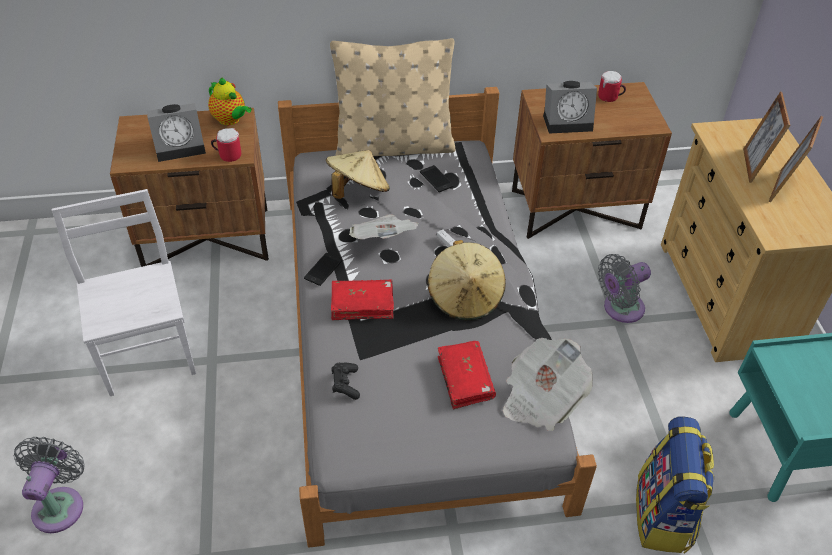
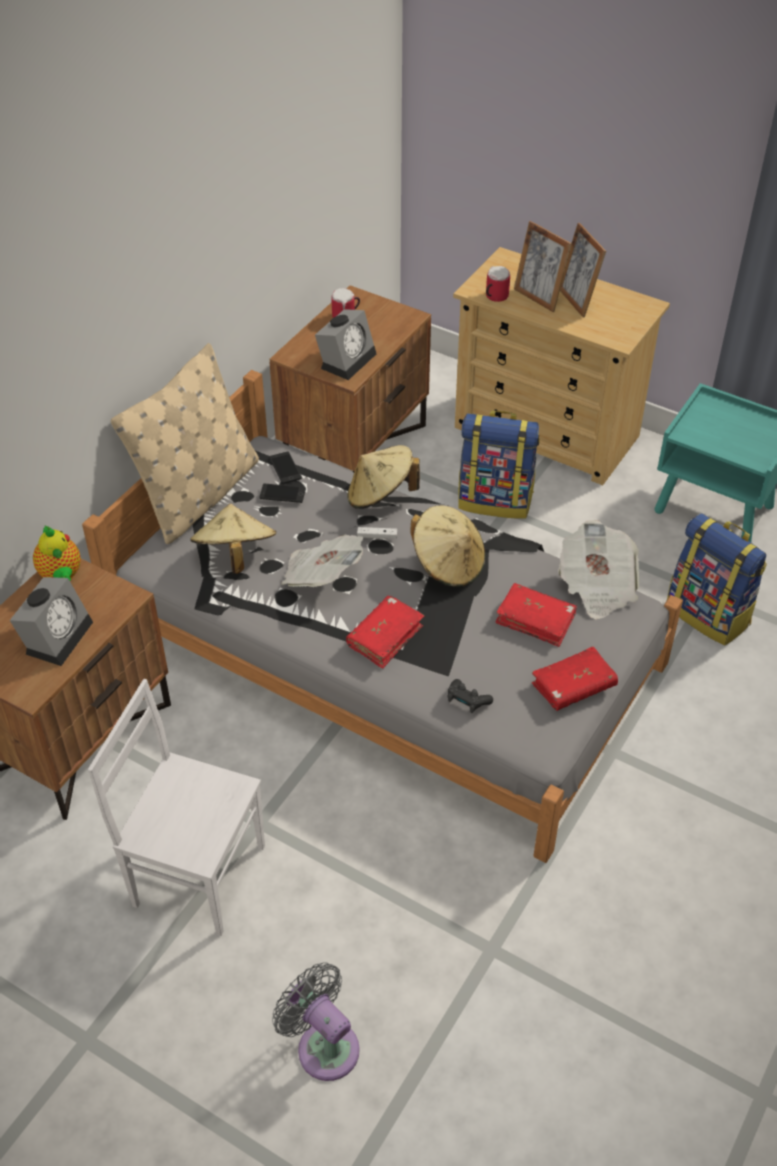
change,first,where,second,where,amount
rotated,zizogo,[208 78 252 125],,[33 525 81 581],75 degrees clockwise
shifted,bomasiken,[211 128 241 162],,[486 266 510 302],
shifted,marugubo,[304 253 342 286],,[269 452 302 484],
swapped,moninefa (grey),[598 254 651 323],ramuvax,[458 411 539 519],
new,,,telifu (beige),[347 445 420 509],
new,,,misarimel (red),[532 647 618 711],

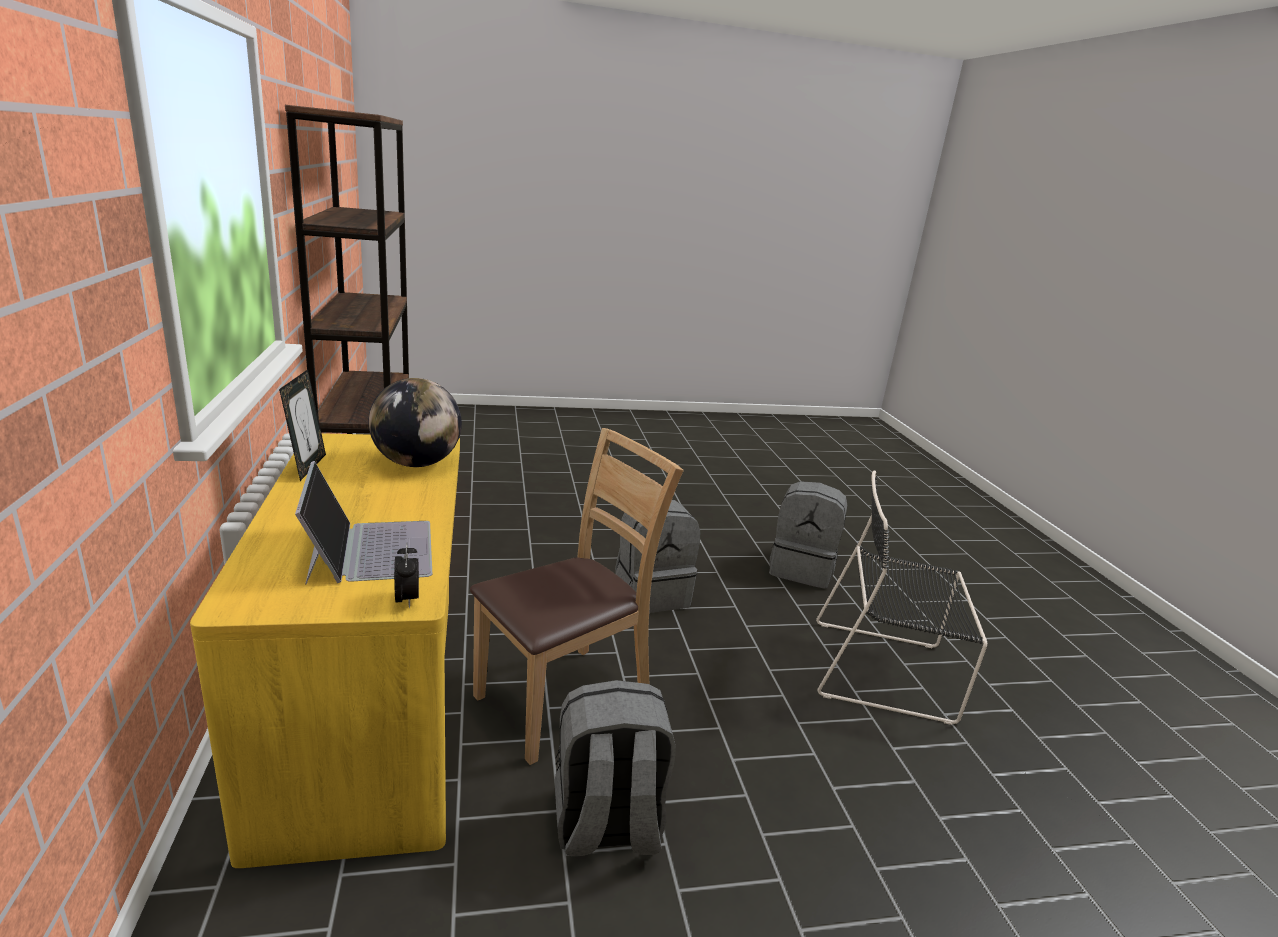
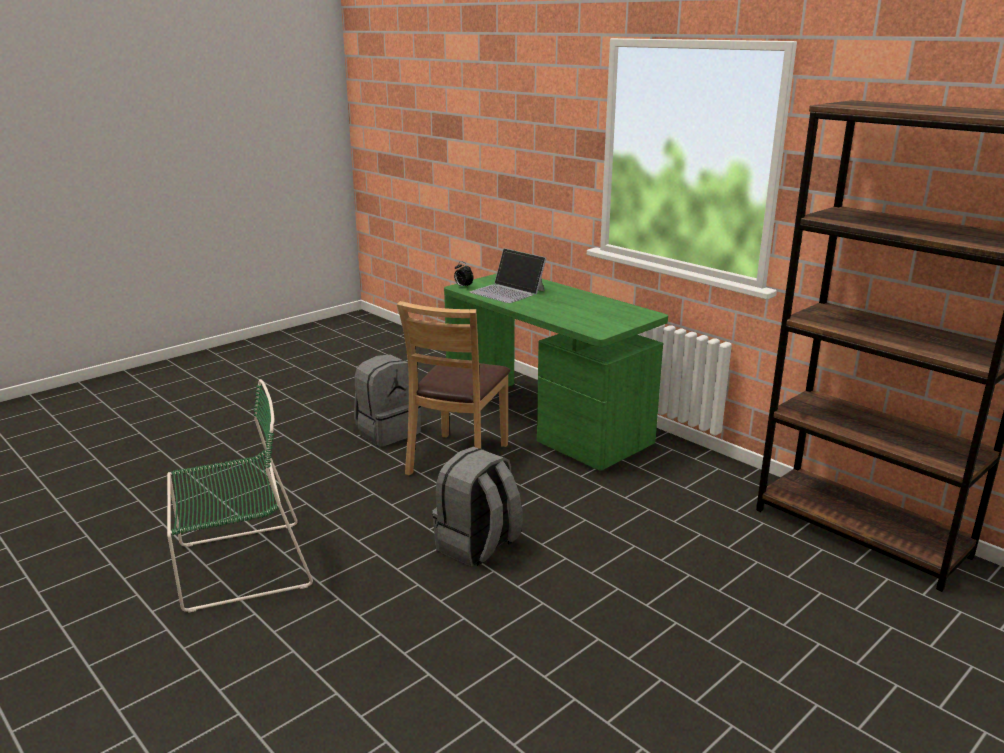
change,first,where,second,where,amount
repainted,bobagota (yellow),[190 433 460 868],bobagota (green),[444 274 668 471],
gone,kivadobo,[279 369 326 481],,,
gone,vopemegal,[368 378 462 467],,,
gone,ramuvax (grey),[769 481 847 589],,,
repainted,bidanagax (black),[816 470 987 725],bidanagax (green),[167 379 313 613],

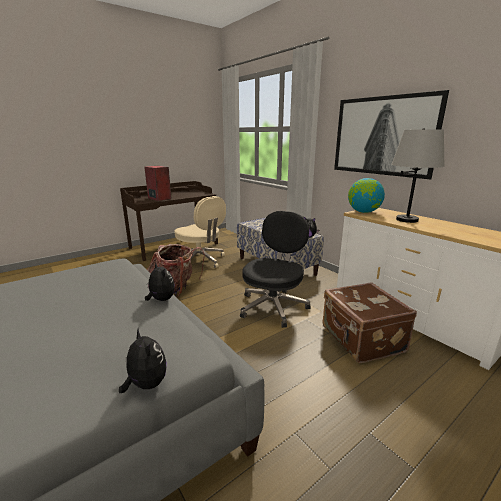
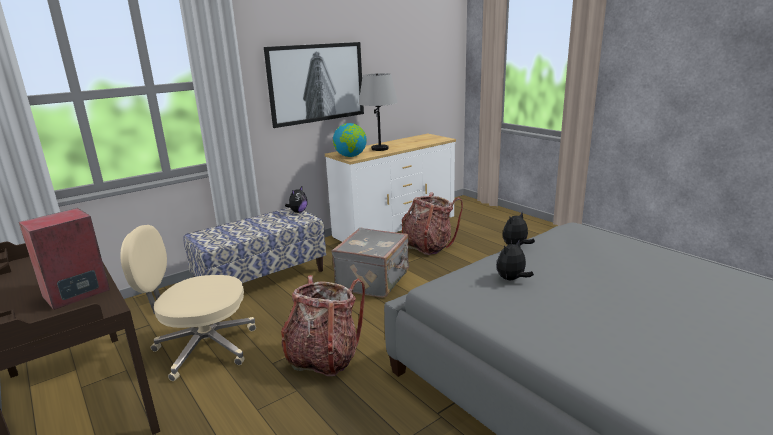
change,first,where,second,where,amount
shifted,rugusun,[119 329 167 393],,[497 240 534 280],
rotated,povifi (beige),[174 196 226 268],,[120 225 256 381],135 degrees counterclockwise
swapped,povifi (black),[240 211 311 328],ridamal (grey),[332 228 409 298],
swapped,ridamal (brown),[323 282 417 363],ramuvax,[401 192 463 255],

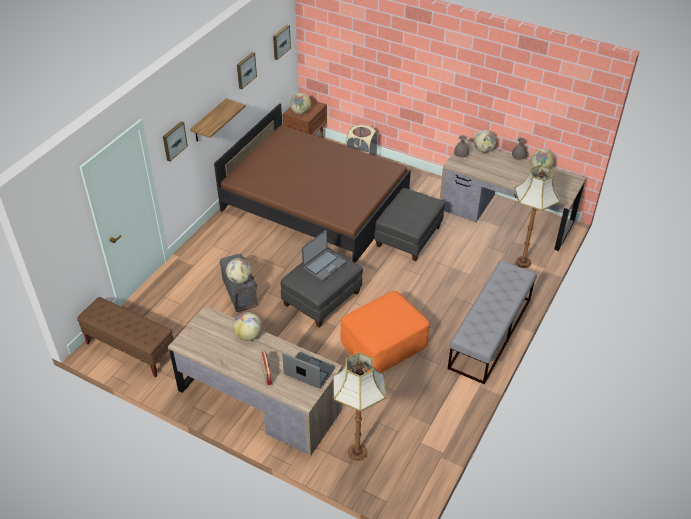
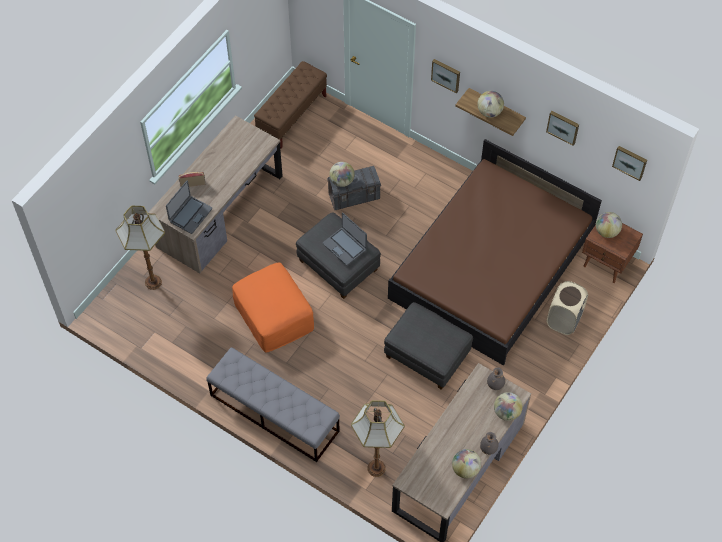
change,first,where,second,where,amount
shifted,vopemegal,[233 312 262 341],,[477 91 504 117],

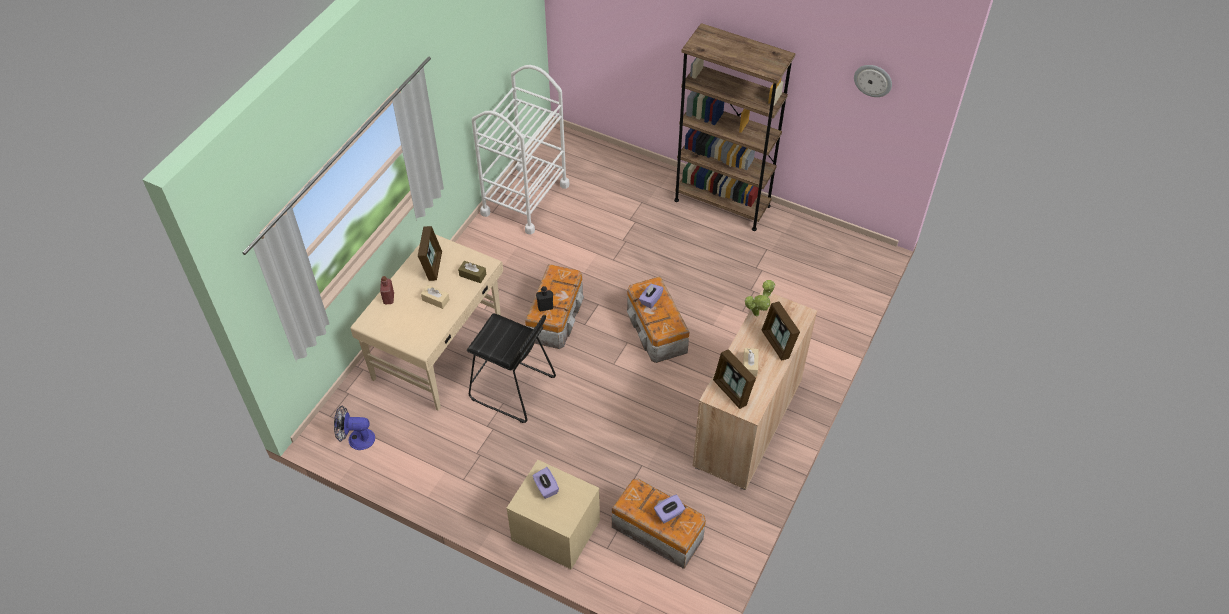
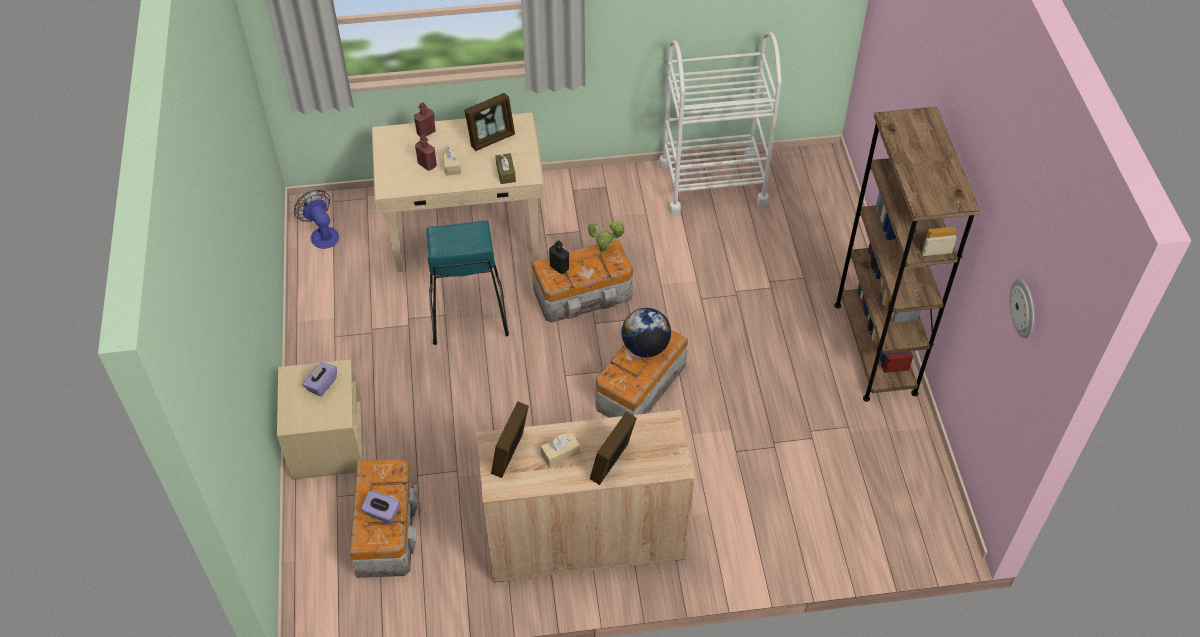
change,first,where,second,where,amount
repainted,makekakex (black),[467 314 556 423],makekakex (turquoise),[426 220 509 345],
swapped,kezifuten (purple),[639 284 664 308],vopemegal,[621 308 671 357],
shifted,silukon,[745 280 775 316],,[588 220 625 253],
new,,,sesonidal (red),[415 135 437 171],

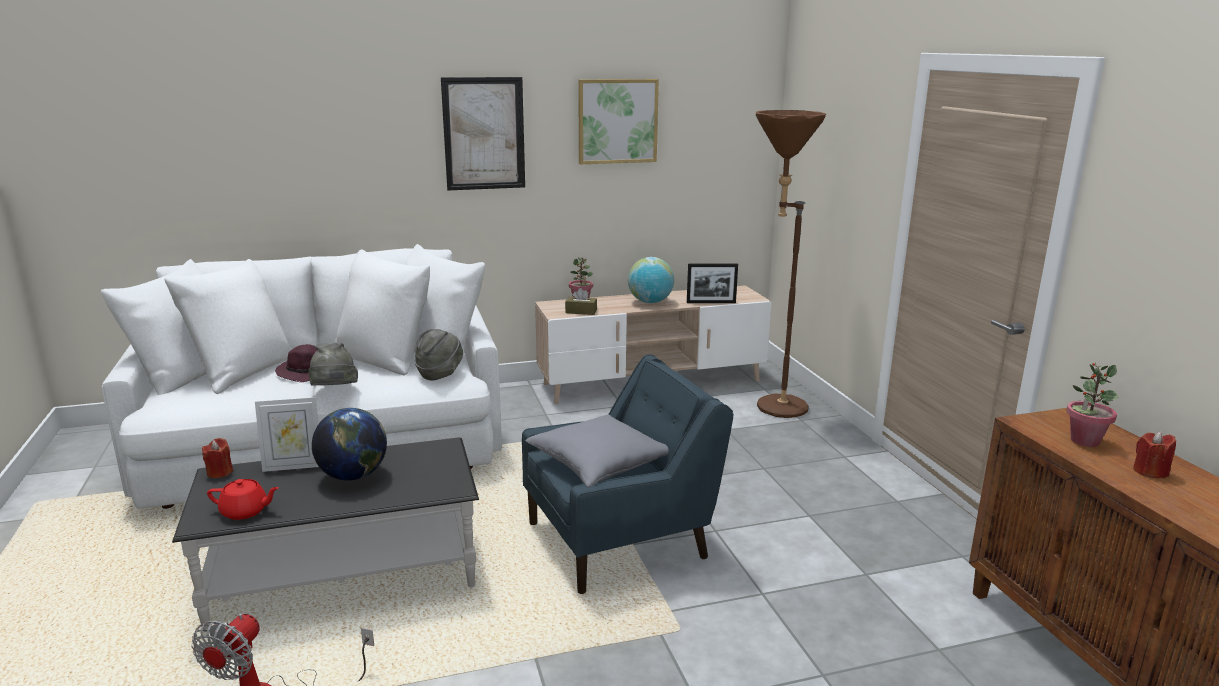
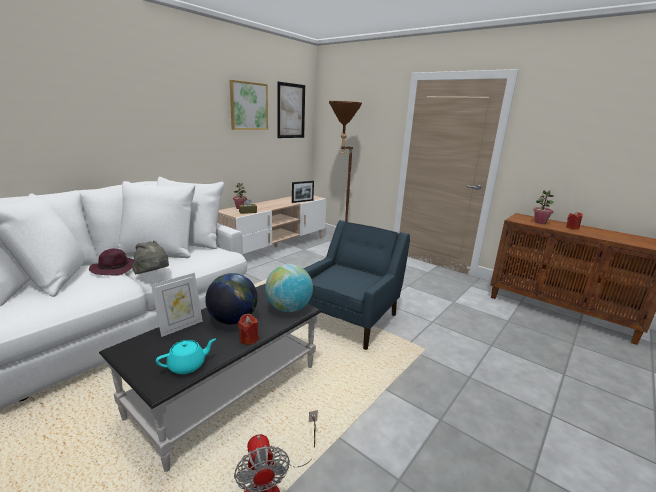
change,first,where,second,where,amount
shifted,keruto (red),[202 438 233 478],,[238 314 259 345],
repainted,zizogo (red),[207 479 279 520],zizogo (turquoise),[156 339 216 374],
gone,telifu (grey),[415 329 463 380],,,
shifted,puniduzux,[441 77 525 190],,[277 82 305 138],
gone,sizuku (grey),[525 415 668 487],,,
shifted,vopemegal,[628 257 674 303],,[265 264 313 312],

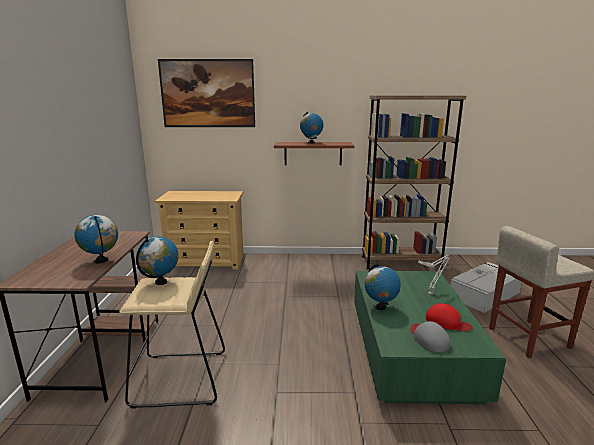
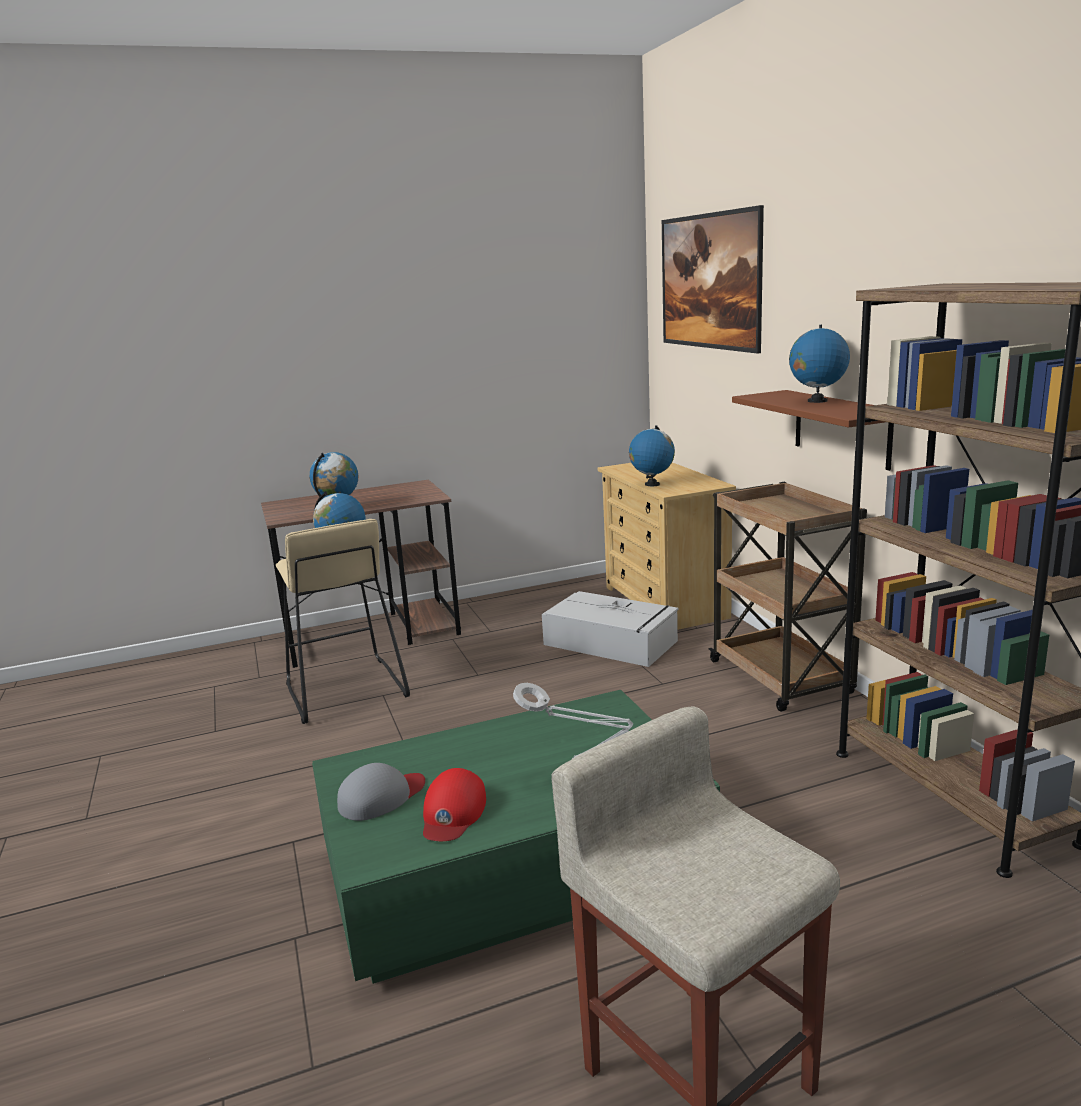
change,first,where,second,where,amount
shifted,vopemegal,[364 264 401 310],,[629 425 675 486],
shifted,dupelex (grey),[450 262 522 313],,[542 591 679 667],
new,,,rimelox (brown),[708 482 867 712],

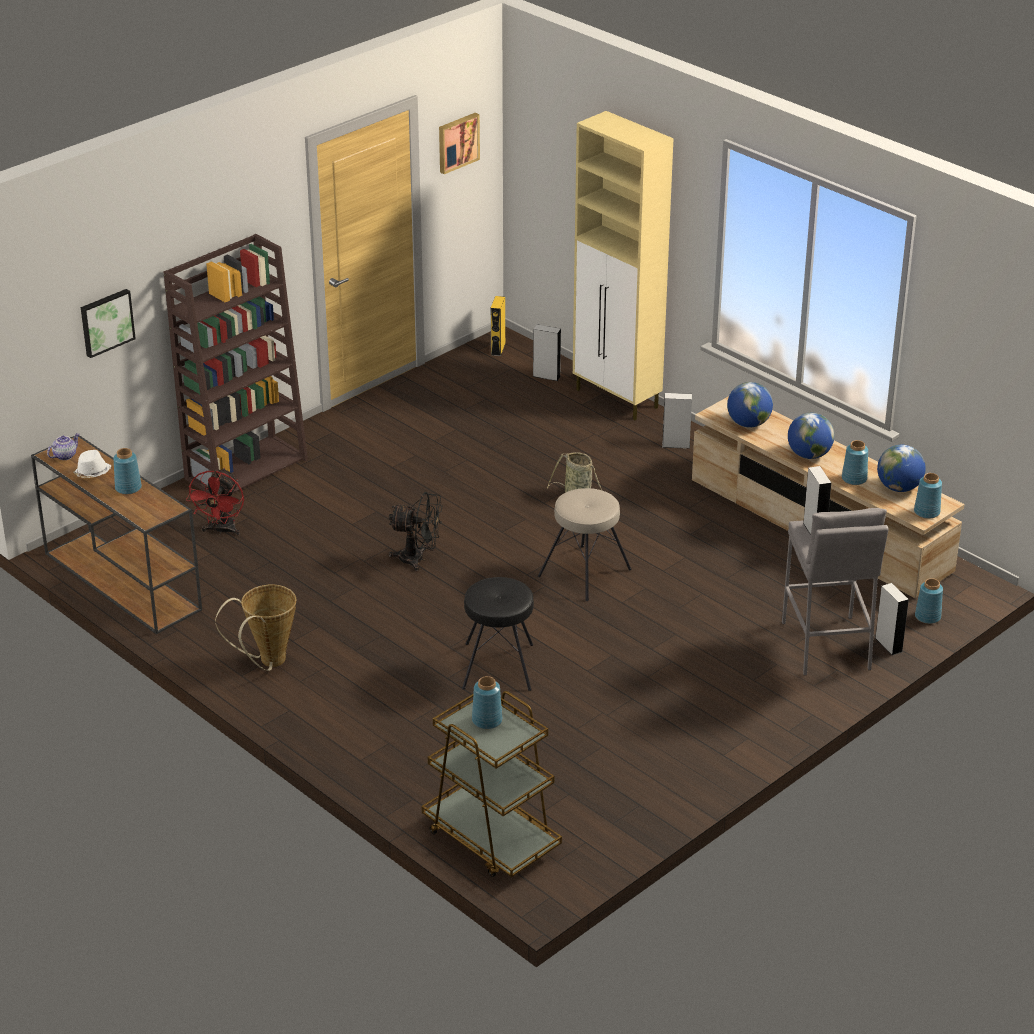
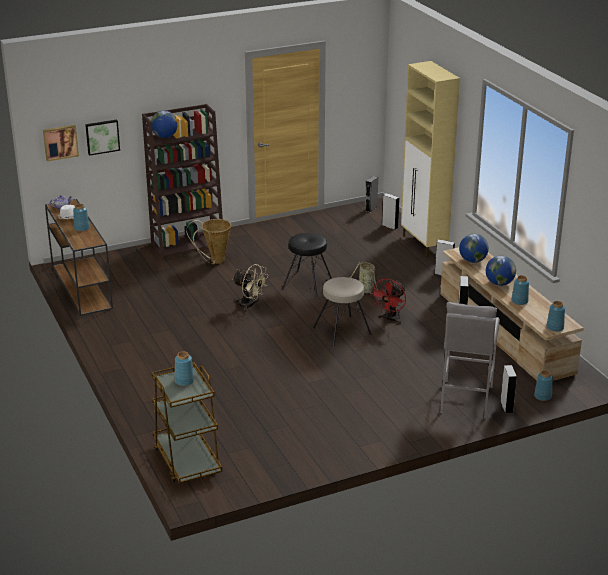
change,first,where,second,where,amount
shifted,moninefa (red),[186 468 244 536],,[370 279 406 324],
shifted,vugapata,[215 584 296 671],,[186 219 231 264],
repainted,moninefa (black),[389 492 442 571],moninefa (beige),[232 264 269 312],
shifted,puniduzux,[439 113 480 174],,[43 125 79 161],
shifted,makekakex (black),[462 577 534 691],,[282 233 332 297],
repainted,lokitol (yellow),[491 296 506 356],lokitol (grey),[365 176 378 212],
shifted,vopemegal,[877 445 926 492],,[151 111 177 138],

